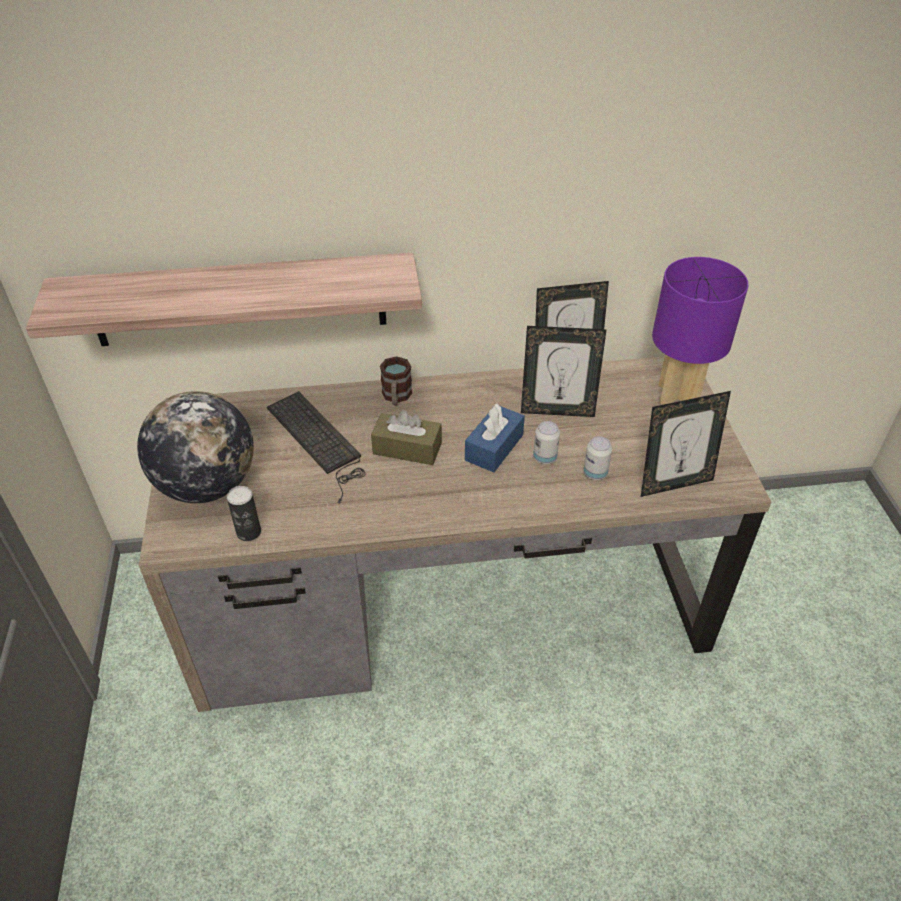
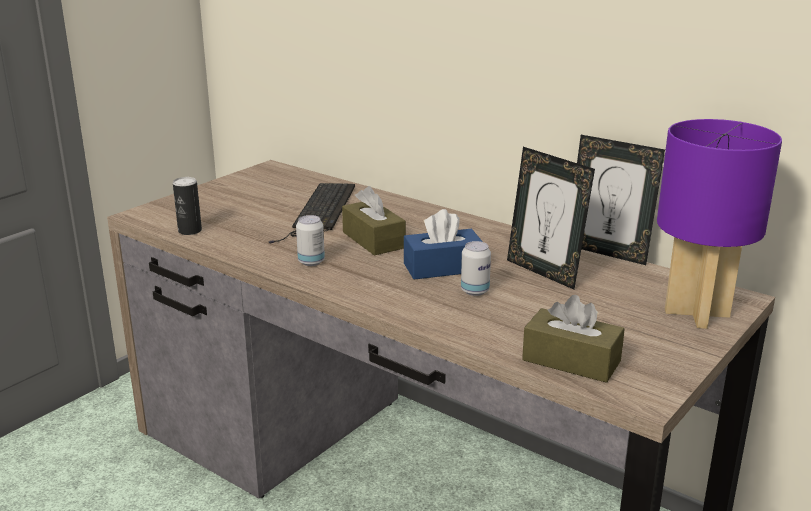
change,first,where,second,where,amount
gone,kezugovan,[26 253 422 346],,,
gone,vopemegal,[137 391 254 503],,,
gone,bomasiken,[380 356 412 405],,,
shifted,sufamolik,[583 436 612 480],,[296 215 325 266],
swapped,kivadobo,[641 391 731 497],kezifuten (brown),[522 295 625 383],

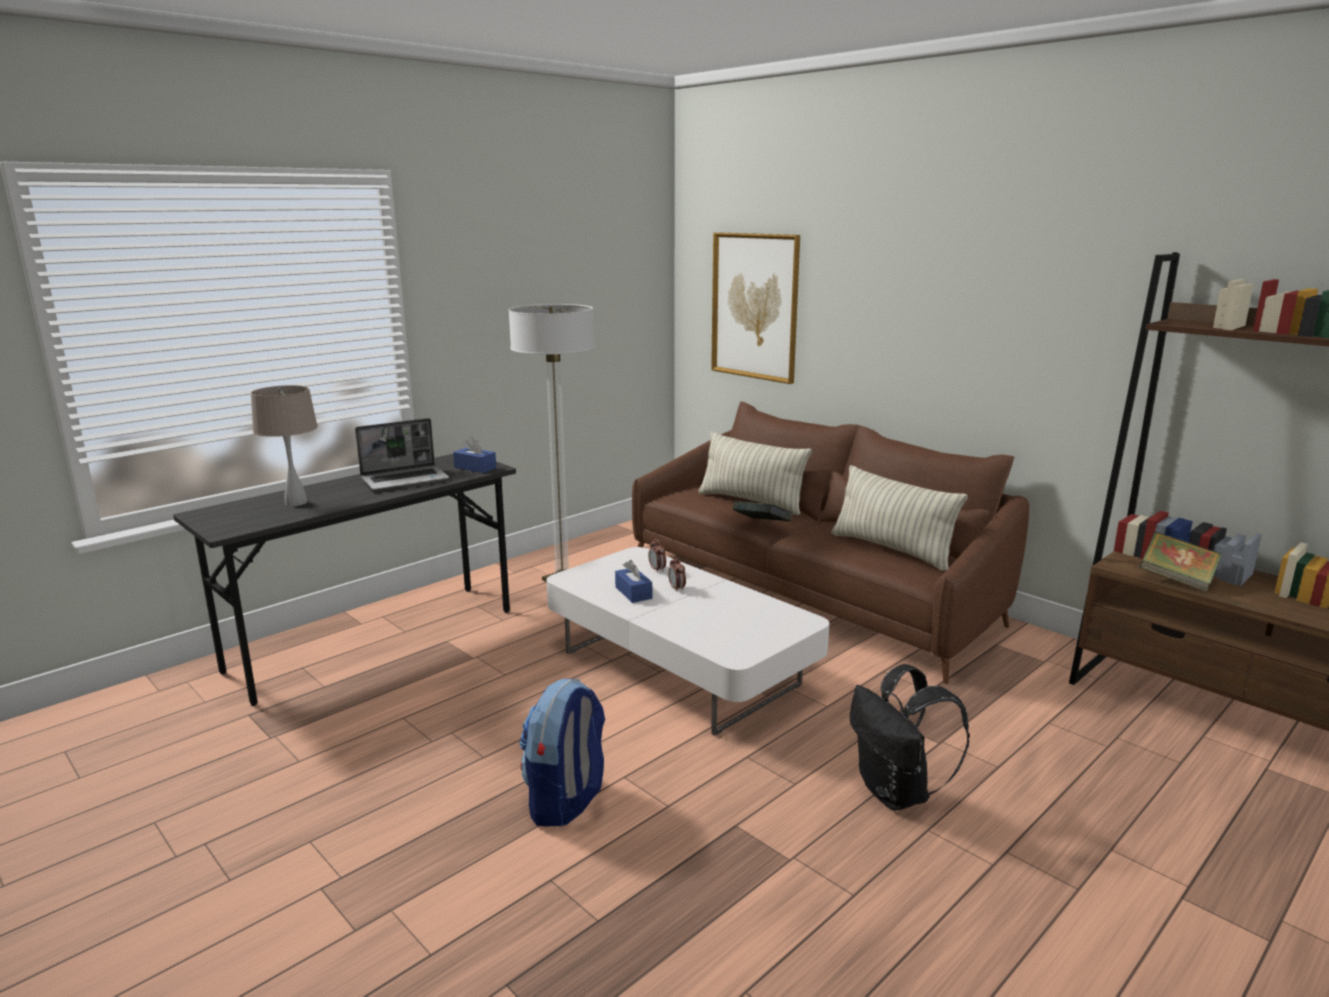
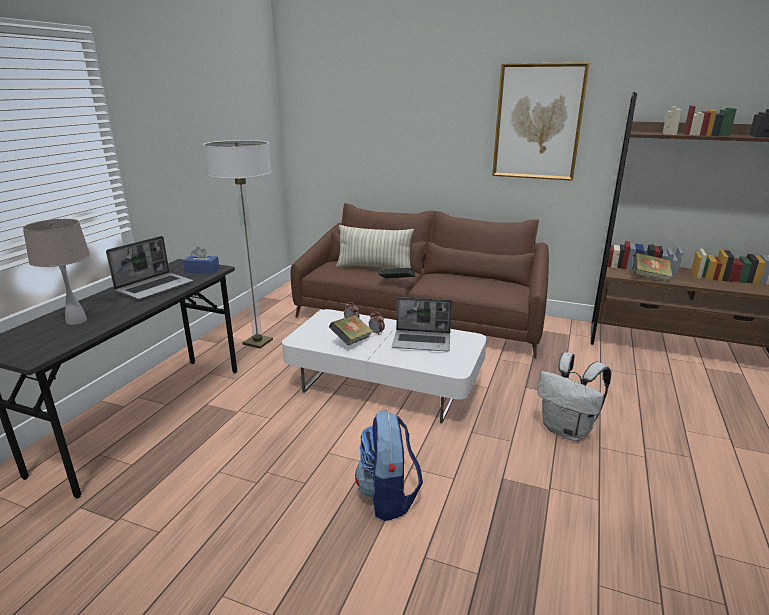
change,first,where,second,where,amount
swapped,kezifuten (blue),[615 560 652 603],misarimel,[329 315 373 345],
shifted,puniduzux,[711 232 800 384],,[492 62 590 181],
gone,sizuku,[831 465 968 571],,,
repainted,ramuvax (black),[850 664 970 811],ramuvax (white),[537 352 611 441],
new,,,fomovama,[392 297 452 351],

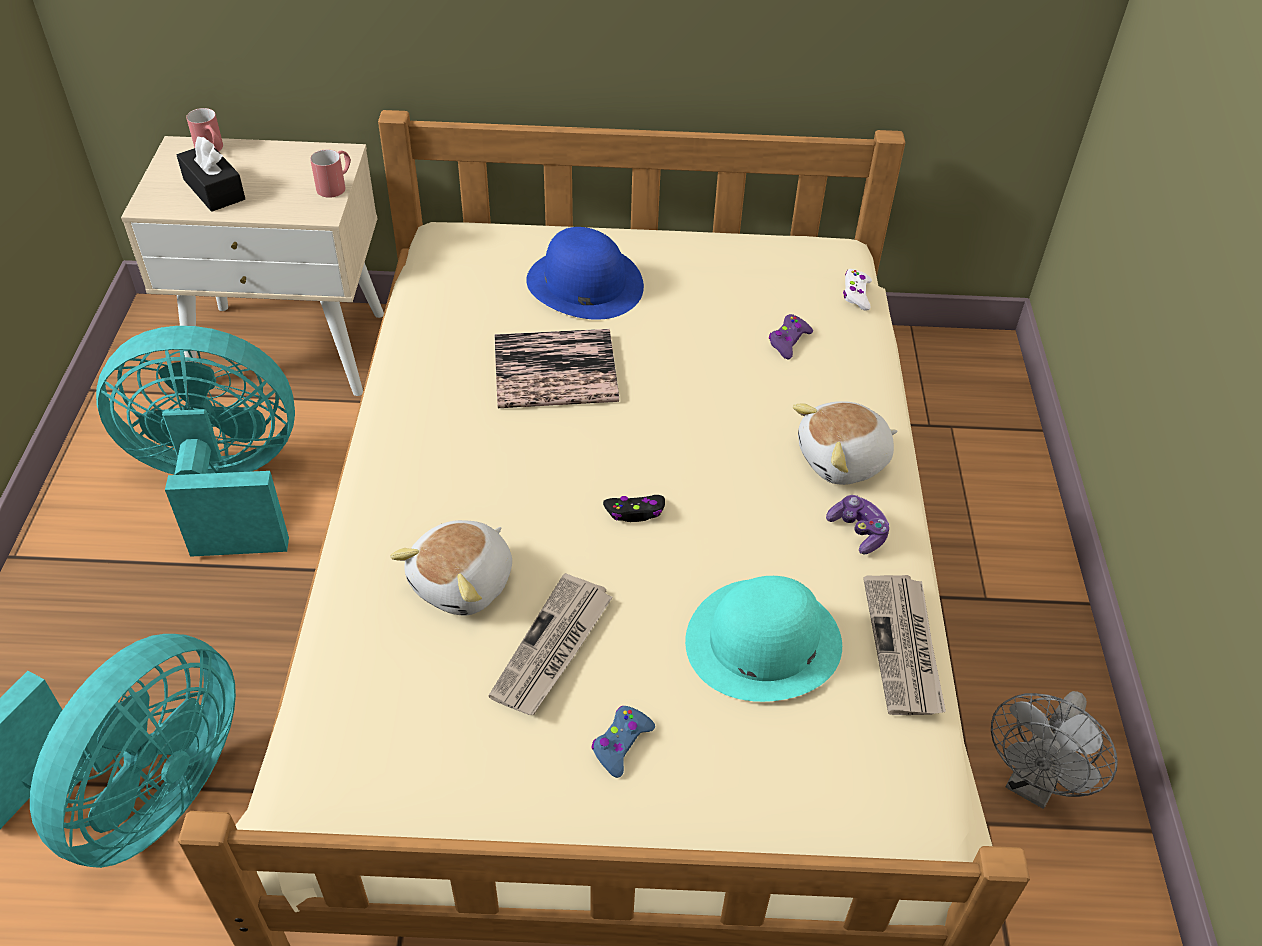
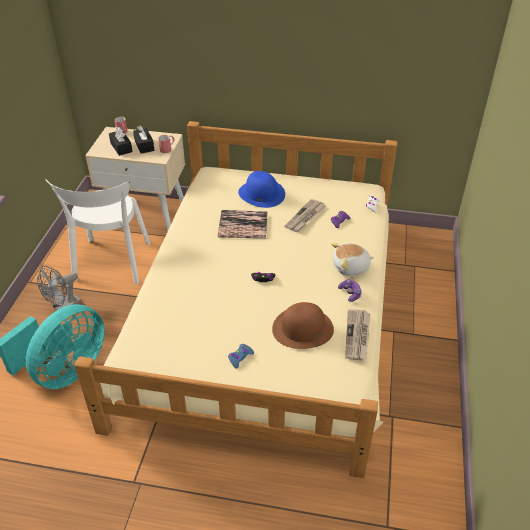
change,first,where,second,where,amount
swapped,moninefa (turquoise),[96 326 295 557],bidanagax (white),[45 179 151 284],
gone,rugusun,[390 520 512 616],,,
shifted,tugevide,[488 573 613 715],,[285 199 326 232],
repainted,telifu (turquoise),[685 576 842 702],telifu (brown),[272 302 334 349],
shifted,moninefa (grey),[991 691 1118 809],,[37 265 82 310],
new,,,kezifuten (black),[133 126 155 154],

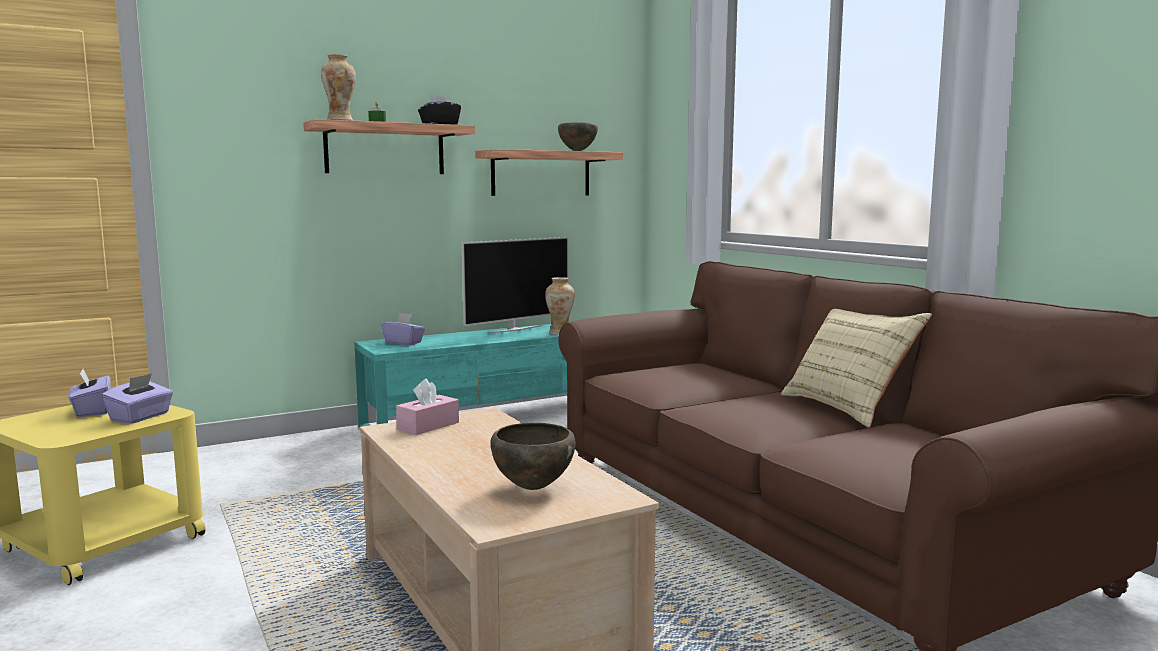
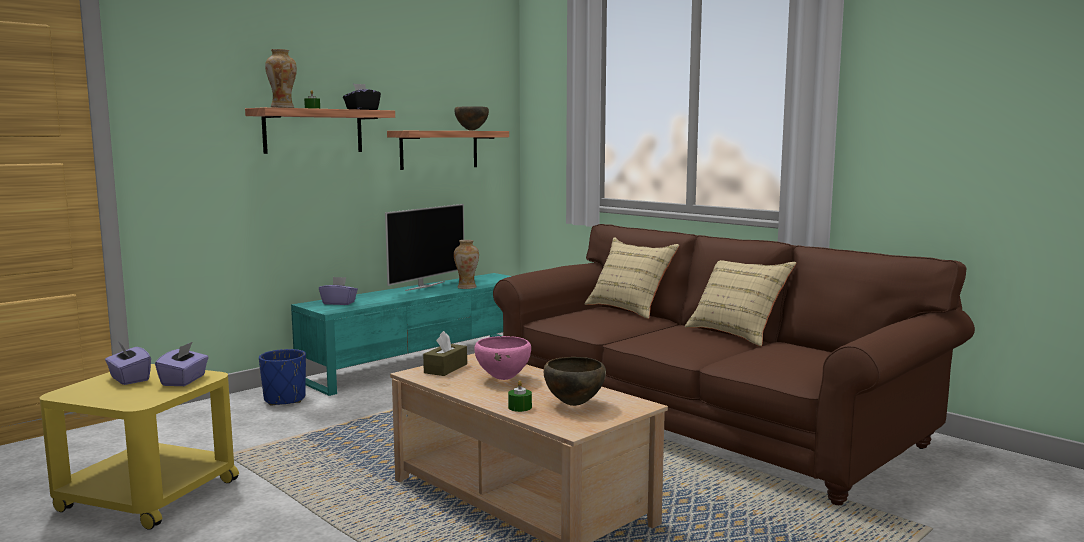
change,first,where,second,where,amount
repainted,kezifuten (pink),[396 379 459 435],kezifuten (brown),[423 331 467 376],
new,,,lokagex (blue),[259 349 306 406],
new,,,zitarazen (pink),[474 336 531 380],
new,,,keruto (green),[508 380 532 412],
new,,,sizuku (beige),[585 237 679 319],

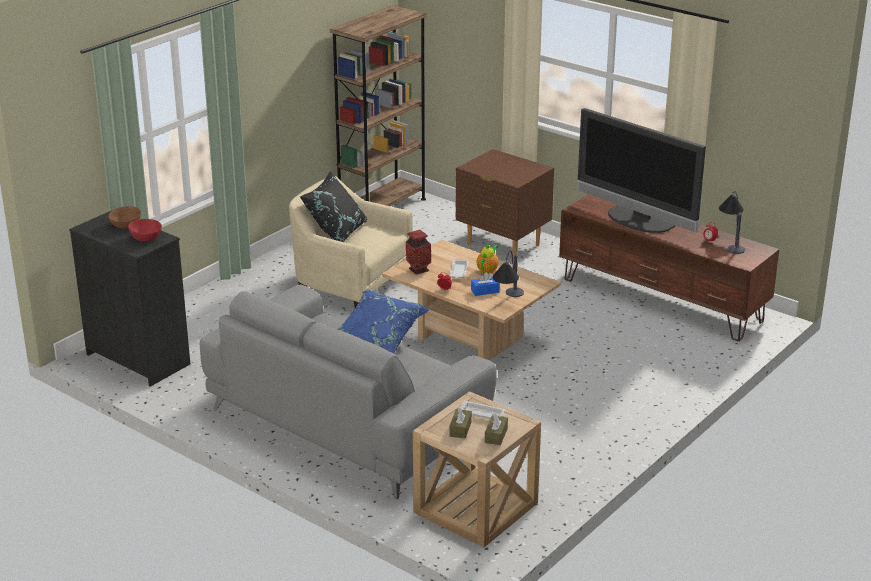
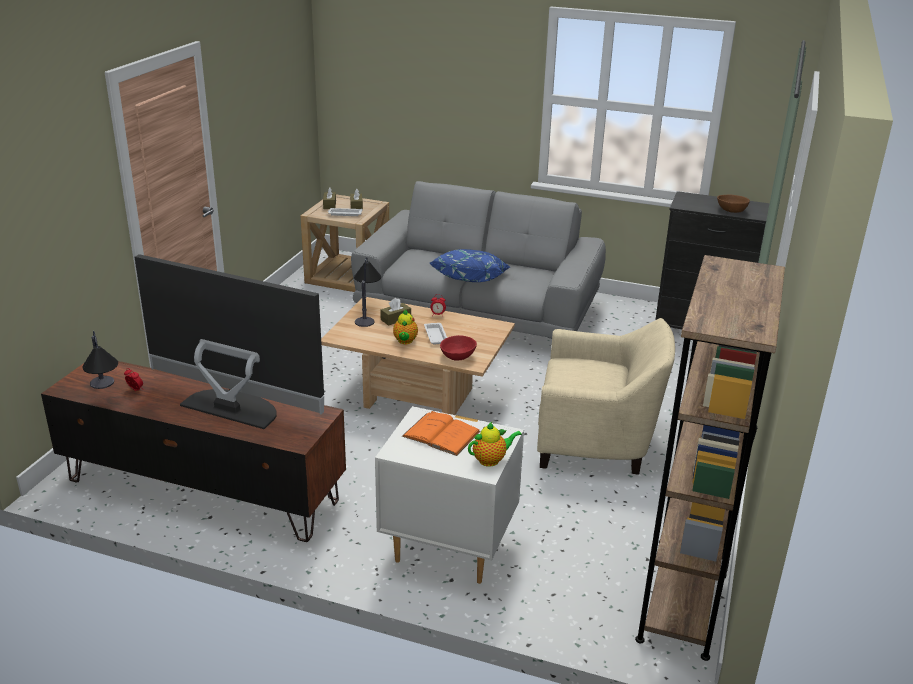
change,first,where,second,where,amount
shifted,zitarazen (red),[128 219 162 242],,[440 335 477 360],
gone,sizuku (black),[300 171 367 242],,,
gone,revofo,[406 230 431 275],,,
repainted,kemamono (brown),[455 149 554 260],kemamono (white),[375 406 524 584],
repainted,kezifuten (blue),[471 272 500 296],kezifuten (brown),[380 298 411 326],
new,,,misarimel (orange),[402 411 481 456],
new,,,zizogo,[468 422 522 467],

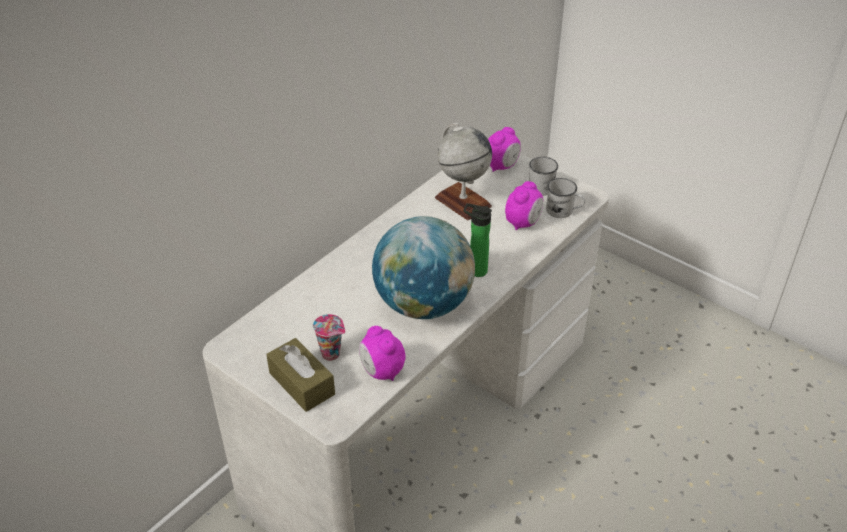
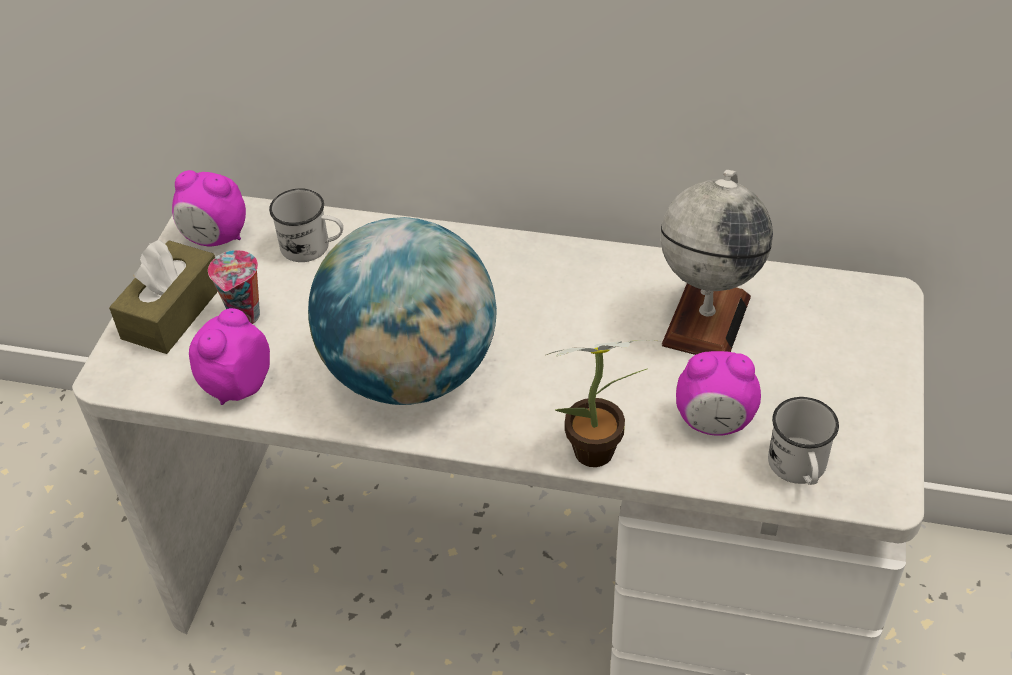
change,first,where,second,where,amount
gone,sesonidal,[463 203 492 277],,,
shifted,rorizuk,[488 127 521 172],,[172 170 246 246],
shifted,bomasiken (white),[529 157 558 196],,[269 188 343 262],
new,,,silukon,[546 340 653 467],

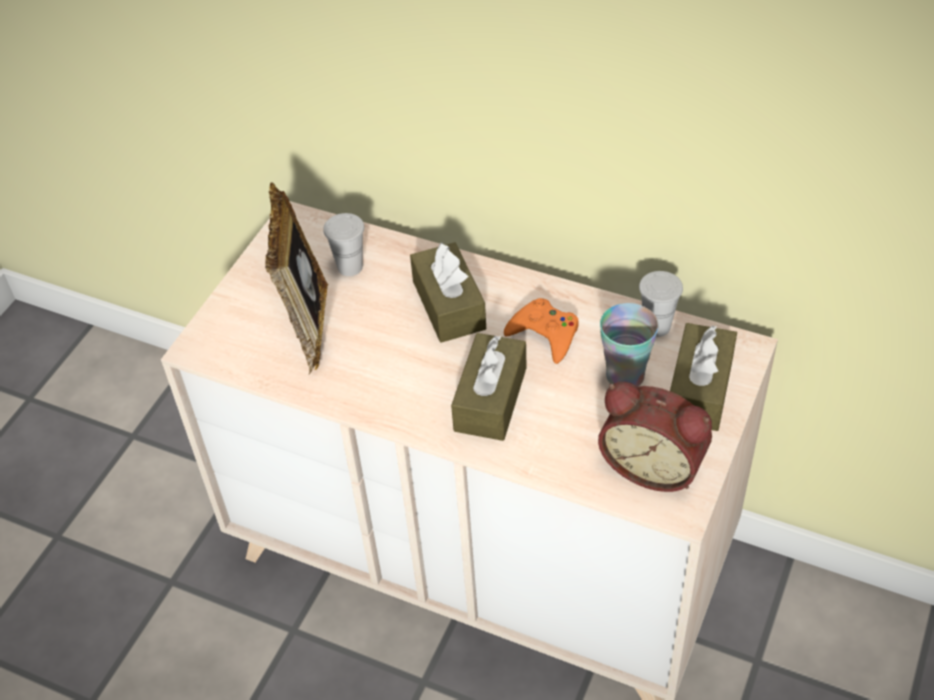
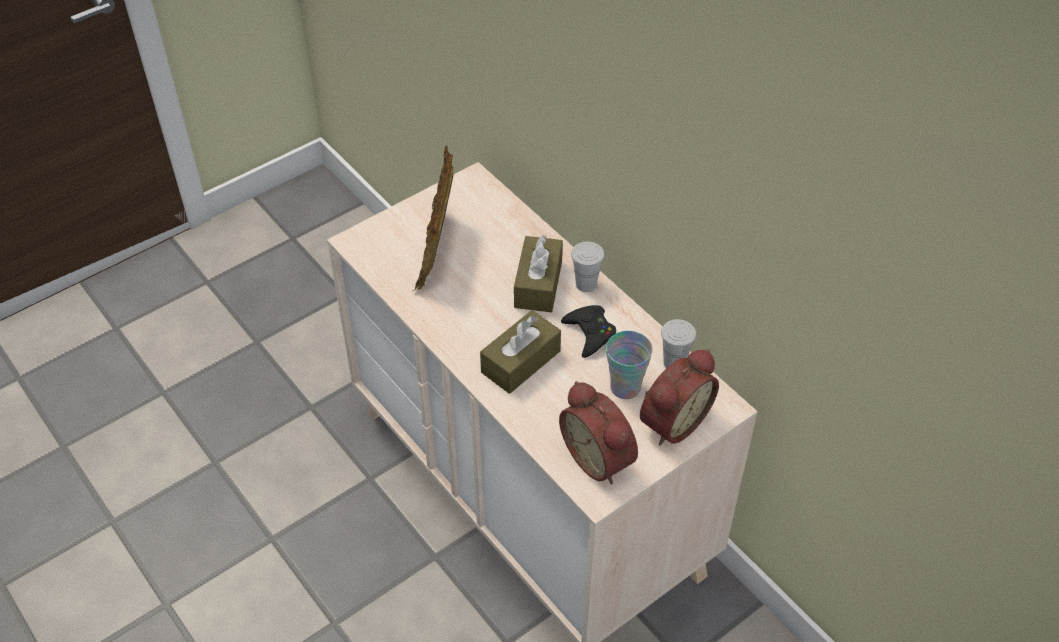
change,first,where,second,where,amount
shifted,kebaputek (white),[323 213 364 276],,[571 242 604 292],
repainted,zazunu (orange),[504 298 579 364],zazunu (black),[561 305 616 358],
swapped,kezifuten (brown),[670 323 737 431],rorizuk,[640 349 719 446],

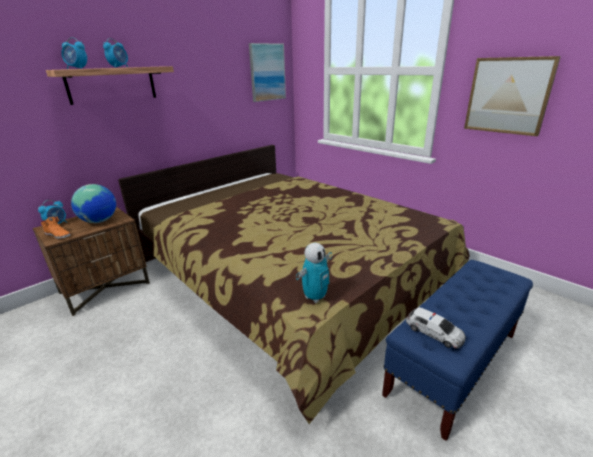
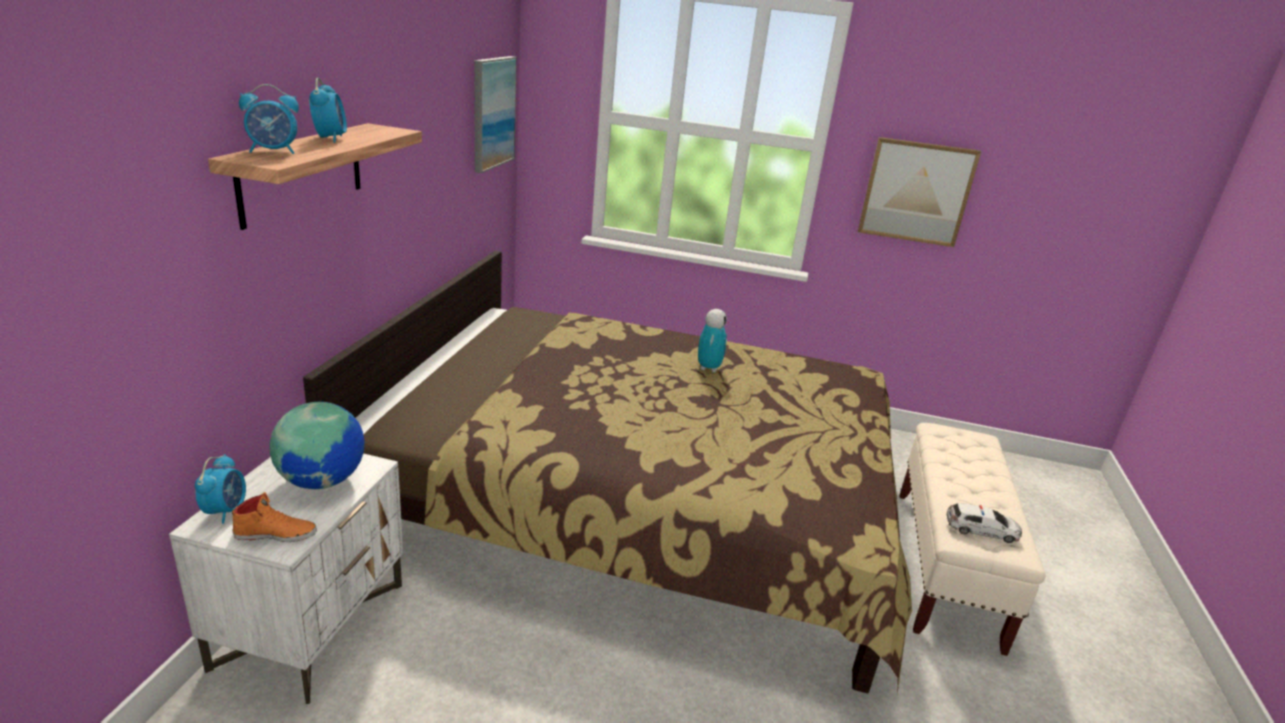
change,first,where,second,where,amount
repainted,kemamono (brown),[33 207 150 316],kemamono (white),[169 453 403 705],
shifted,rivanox,[296 243 332 303],,[698 309 727 372],
repainted,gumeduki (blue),[382 260 533 441],gumeduki (beige),[899 423 1046 656],

